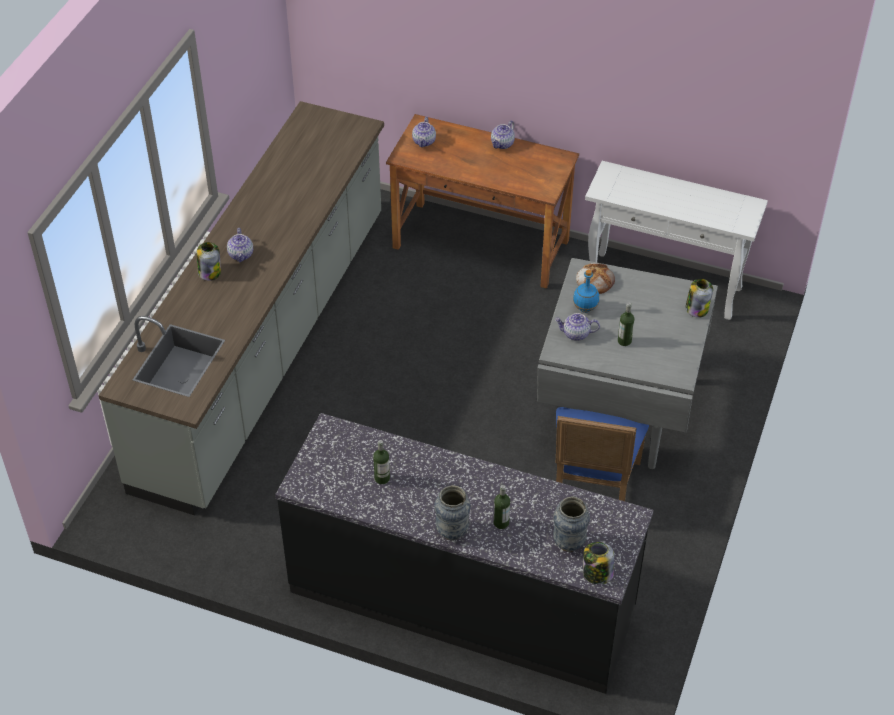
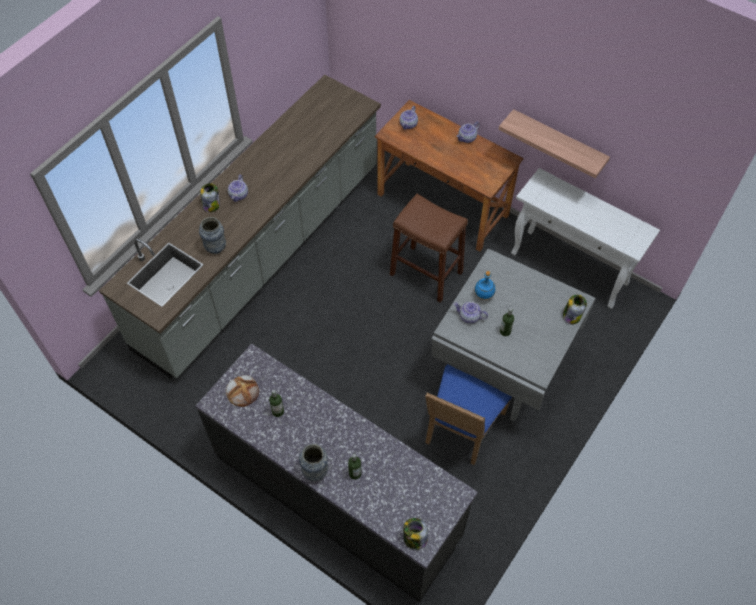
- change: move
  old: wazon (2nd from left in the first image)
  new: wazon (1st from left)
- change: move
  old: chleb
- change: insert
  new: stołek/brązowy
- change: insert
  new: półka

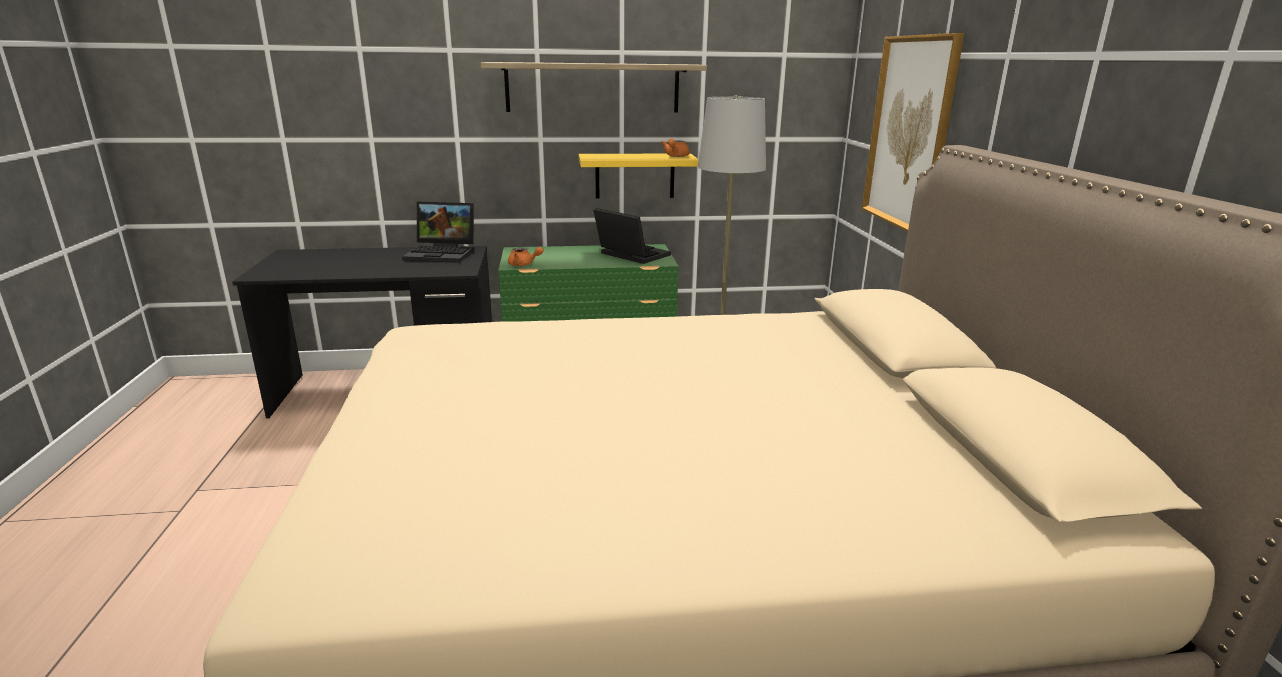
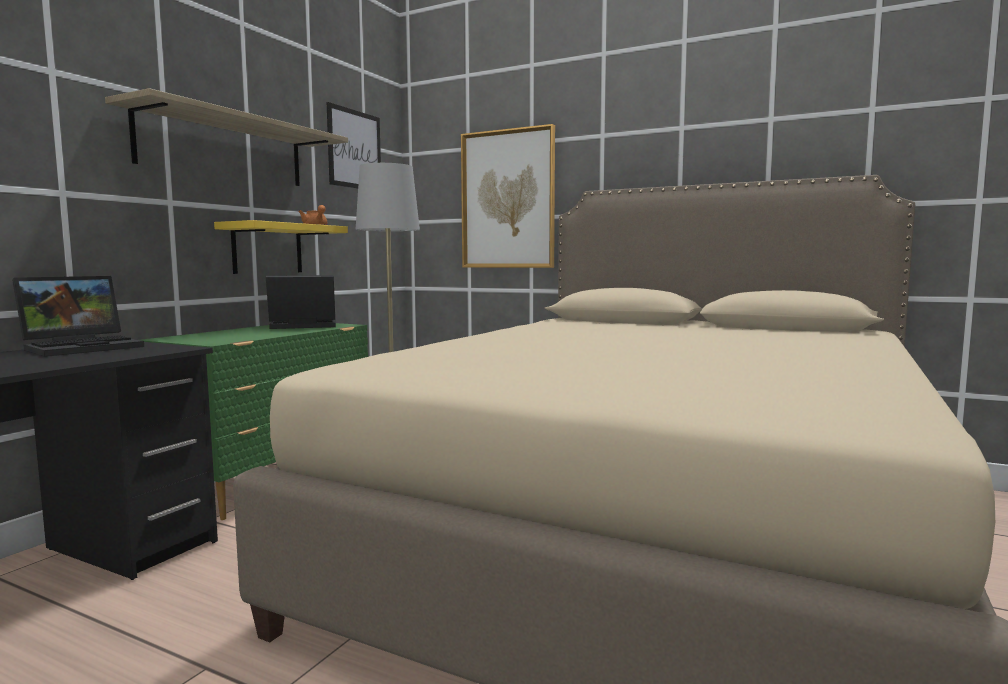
- change: insert
  new: obraz (1st from left)
- change: delete
  old: imbryk/pomarańczowy (1st from left)

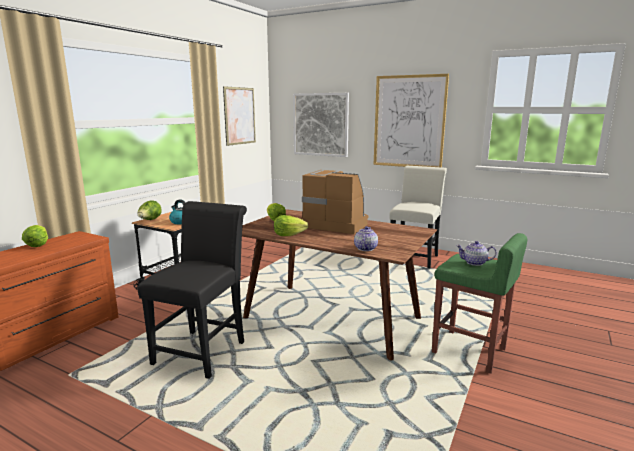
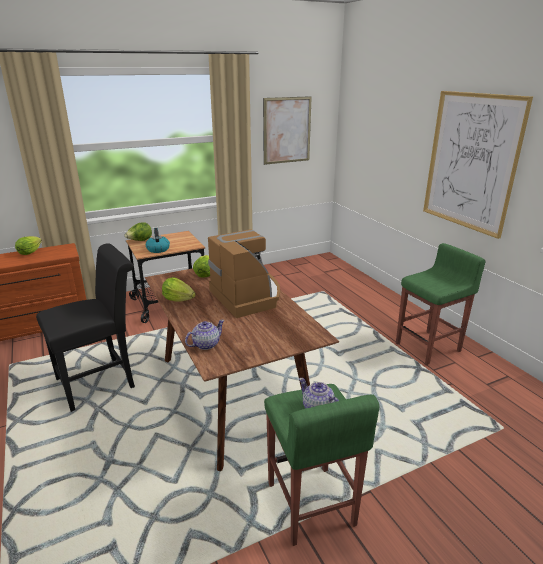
- change: replace
  old: krzesło/biały
  new: stołek/zielony (2nd from left)
- change: delete
  old: obraz (2nd from left)

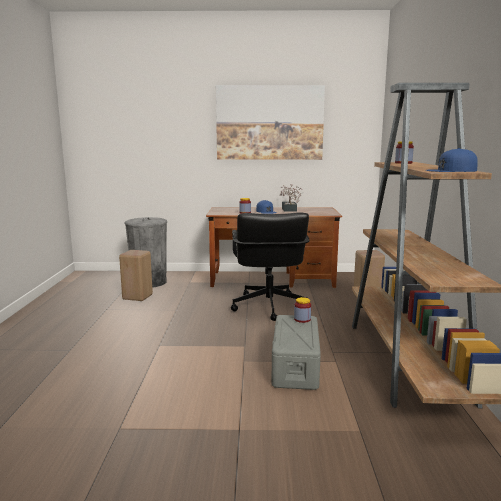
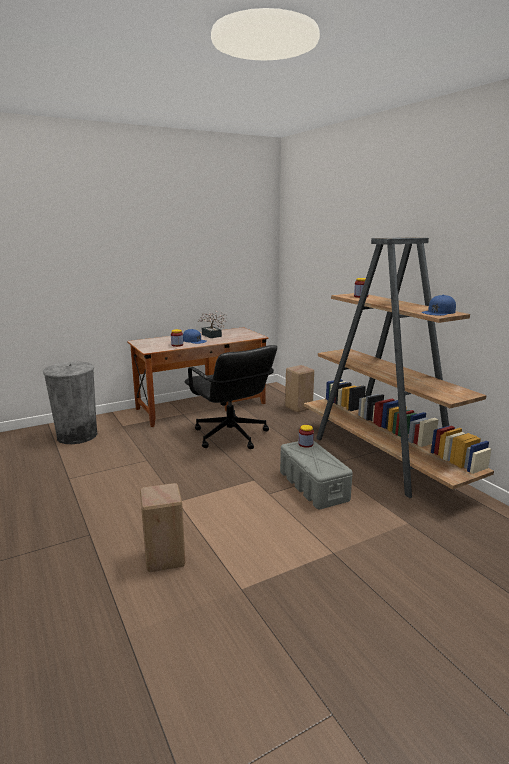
- change: move
  old: stołek/beżowy (1st from left)
- change: delete
  old: obraz

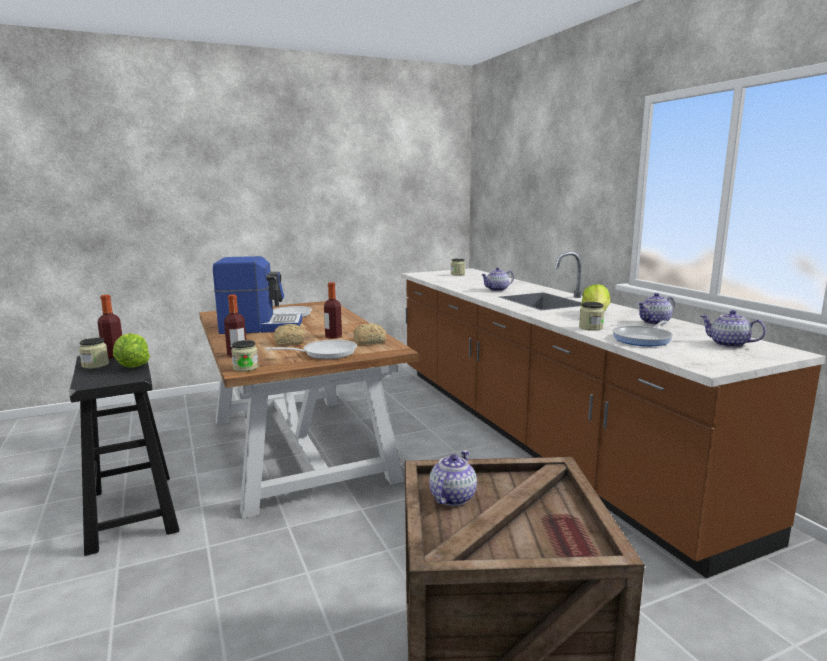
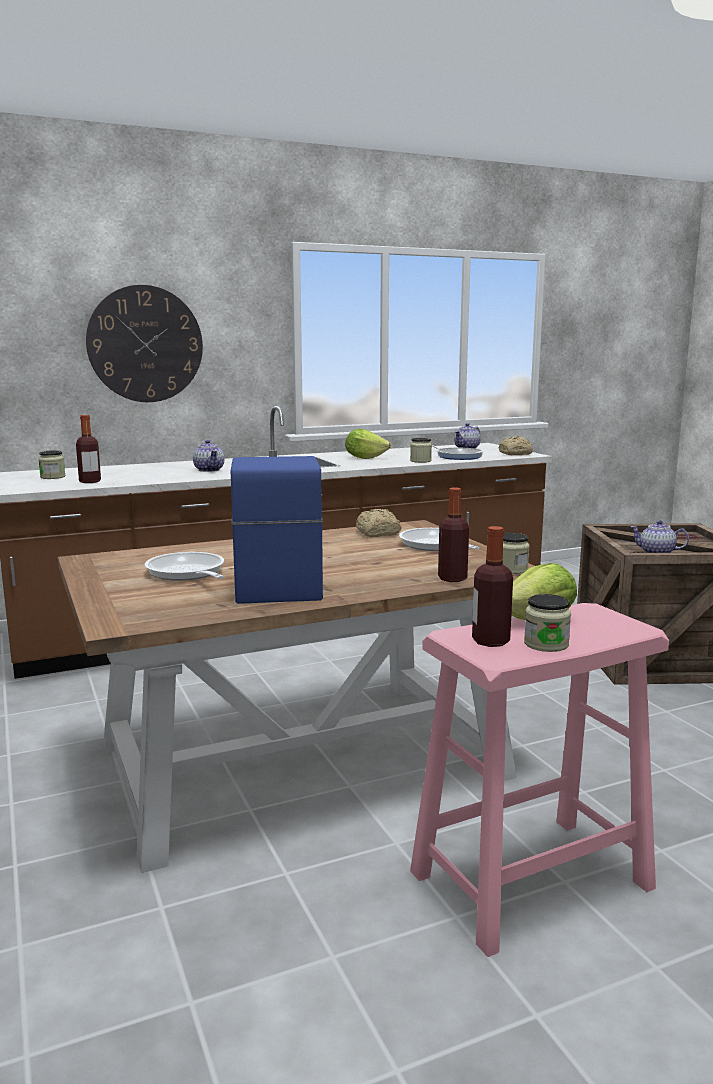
- change: move
  old: butelka (3rd from left in the first image)
  new: butelka (1st from left)
- change: insert
  new: zegar ścienny
- change: recolor
  old: stołek/czarny
  new: stołek/różowy
- change: move
  old: chleb (1st from left in the first image)
  new: chleb (2nd from left)
- change: delete
  old: imbryk (3rd from left)

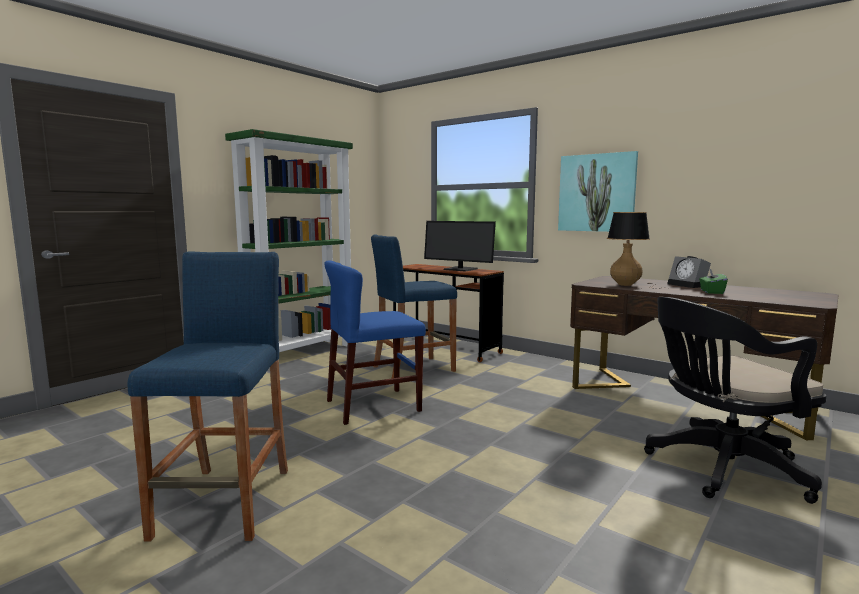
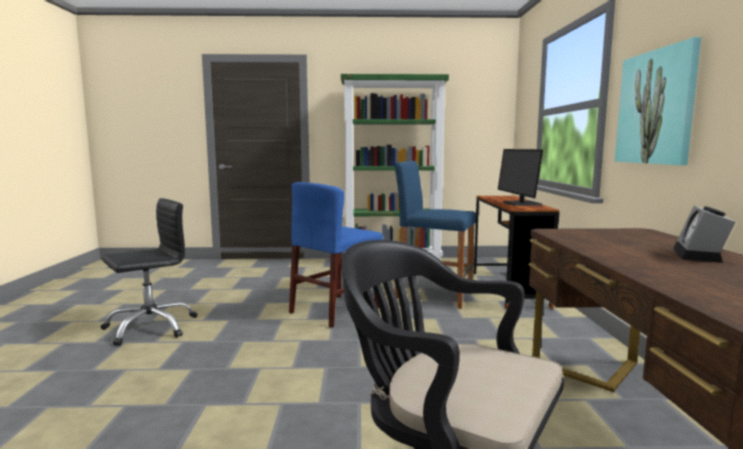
- change: replace
  old: stołek/niebieski (1st from left)
  new: krzesło biurowe/czarny (1st from left)
- change: rotate
  old: krzesło/niebieski
  degrees: -75
- change: delete
  old: lampa stołowa
- change: delete
  old: pudełko chusteczek/zielony

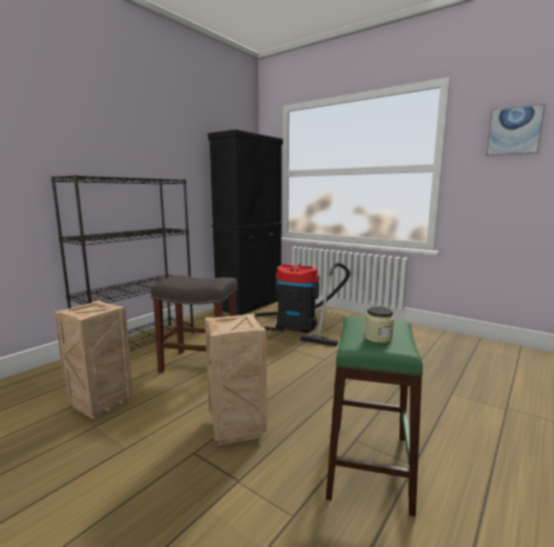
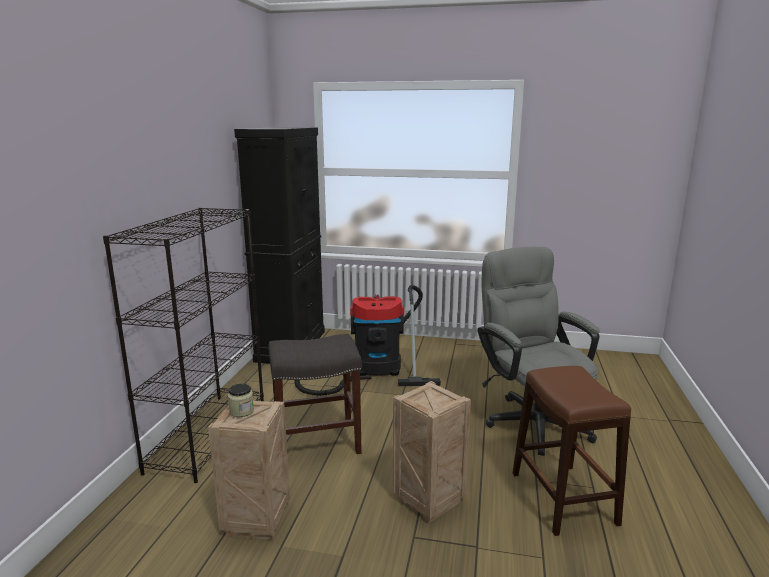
- change: move
  old: słoik
- change: insert
  new: krzesło biurowe/szary
- change: recolor
  old: stołek/zielony
  new: stołek/brązowy
- change: delete
  old: obraz

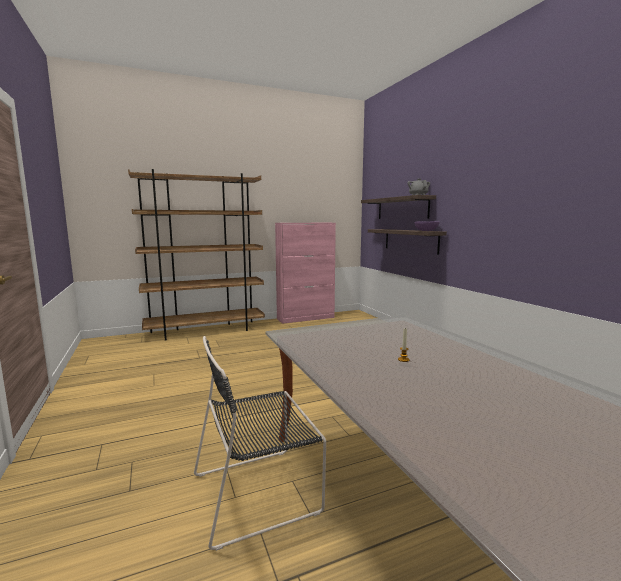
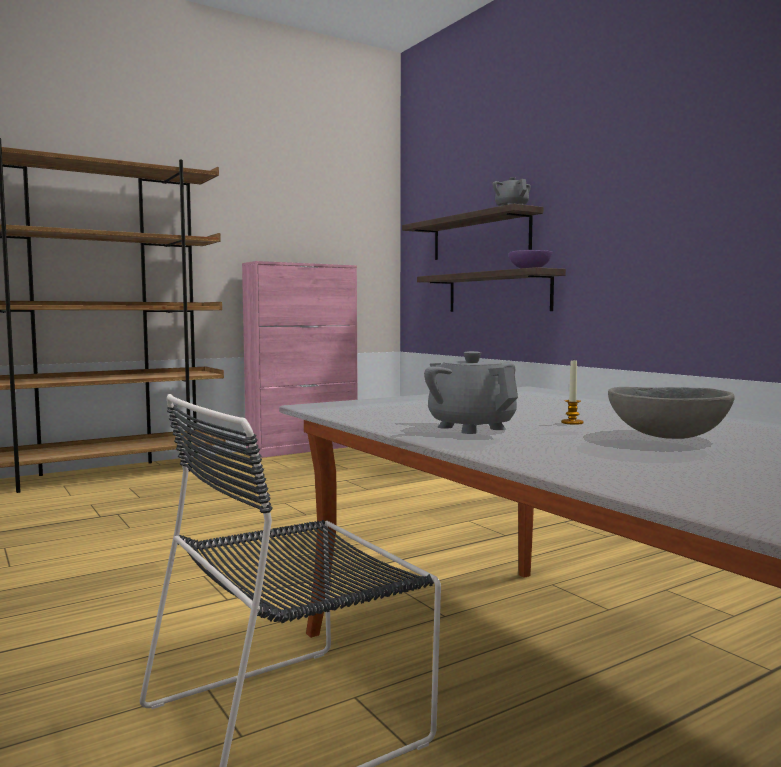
- change: insert
  new: imbryk/szary (1st from left)
- change: insert
  new: miska/szary

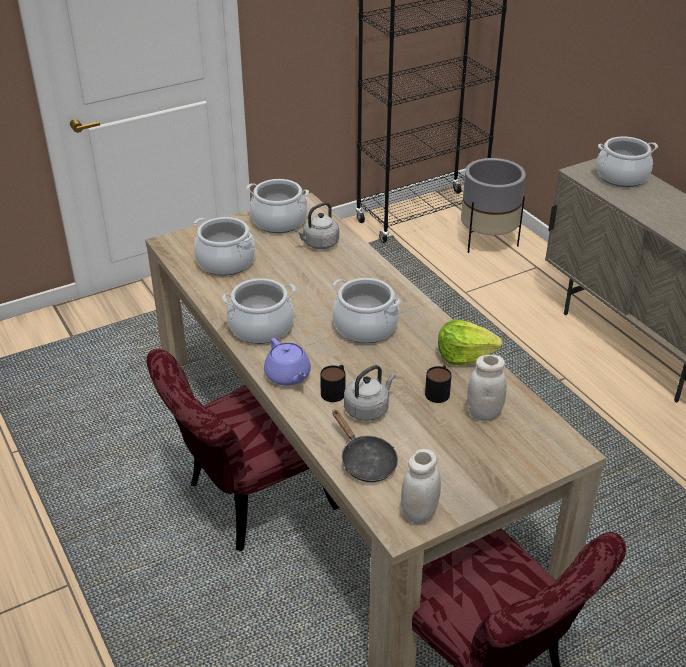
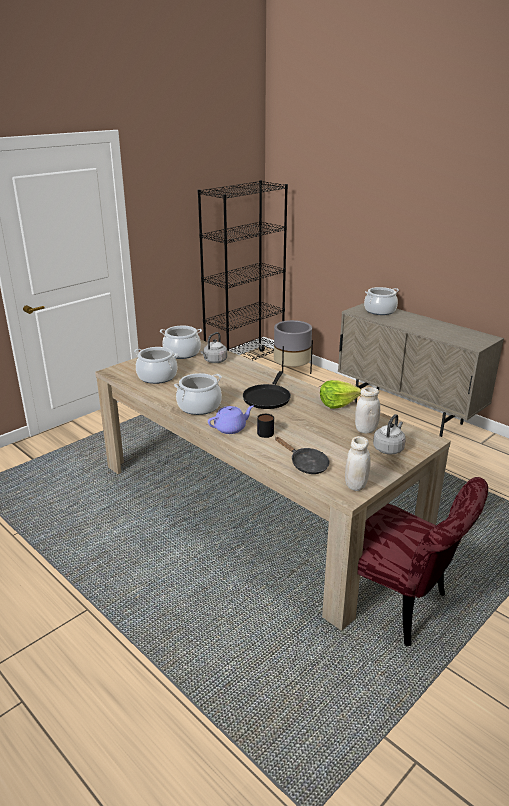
- change: rotate
  old: imbryk/fioletowy
  degrees: -75
- change: replace
  old: garnek (4th from left)
  new: patelnia/czarny (1st from left)
- change: move
  old: czajnik/szary (2nd from left)
- change: delete
  old: krzesło/czerwony (1st from left)
- change: delete
  old: kubek (2nd from left)

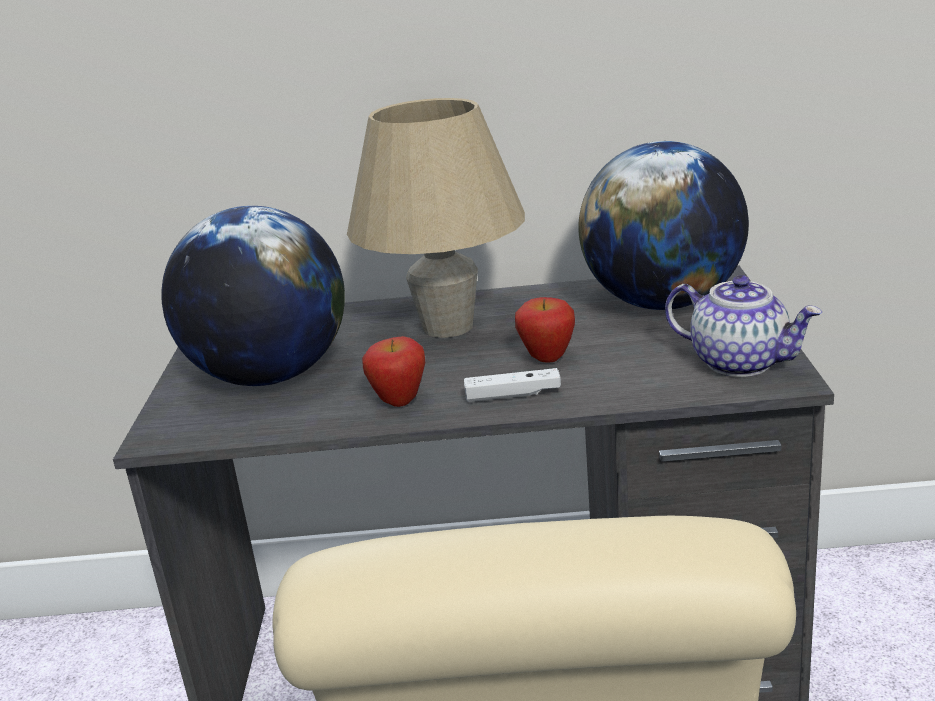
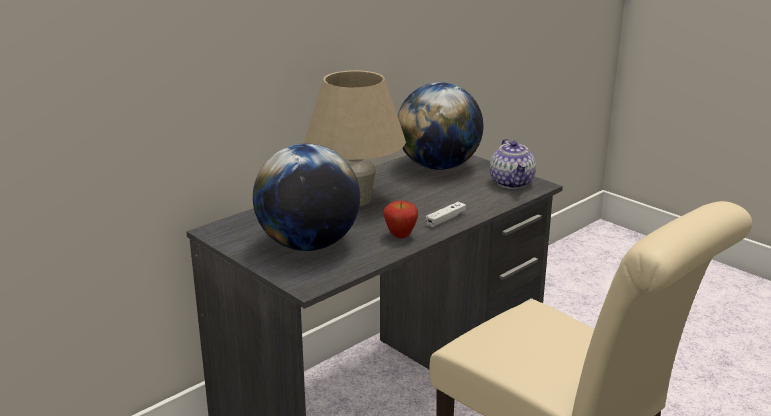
- change: rotate
  old: imbryk
  degrees: 90
- change: delete
  old: jabłko (2nd from left)

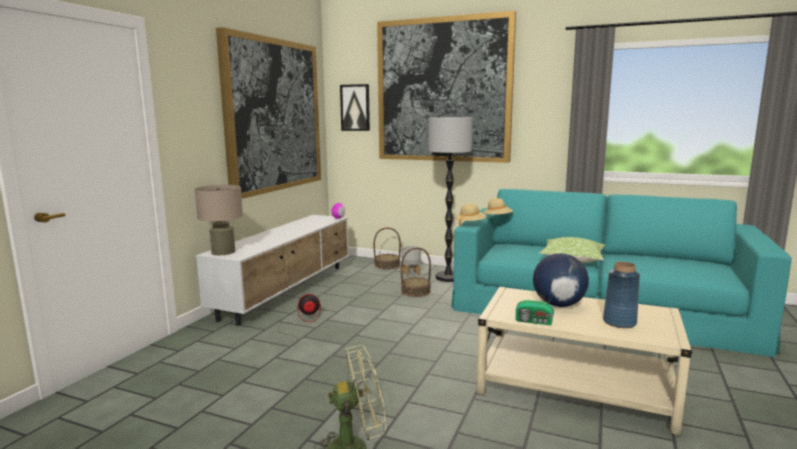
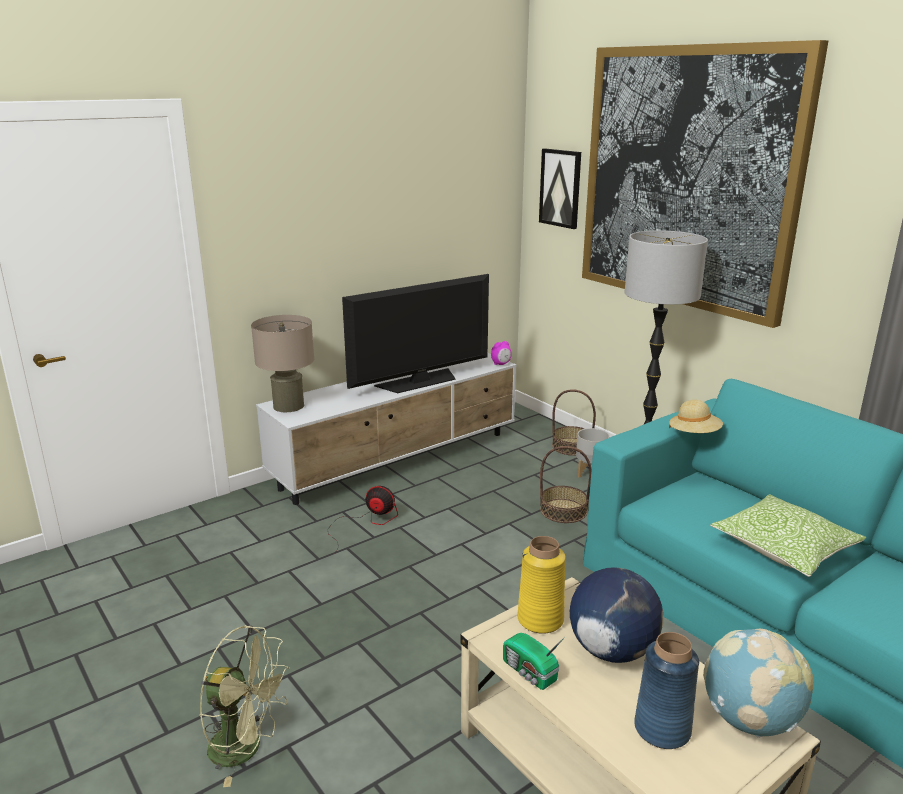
- change: insert
  new: telewizor
- change: insert
  new: wazon/żółty
- change: insert
  new: globus (2nd from left)
- change: delete
  old: obraz (1st from left)
- change: delete
  old: kapelusz/beżowy (1st from left)

